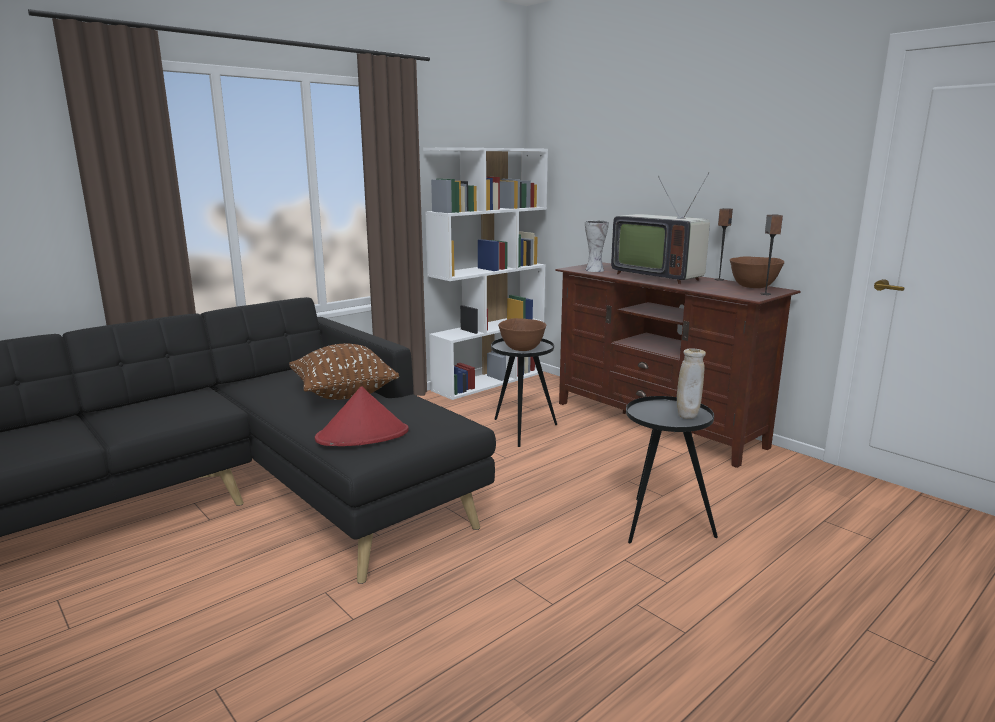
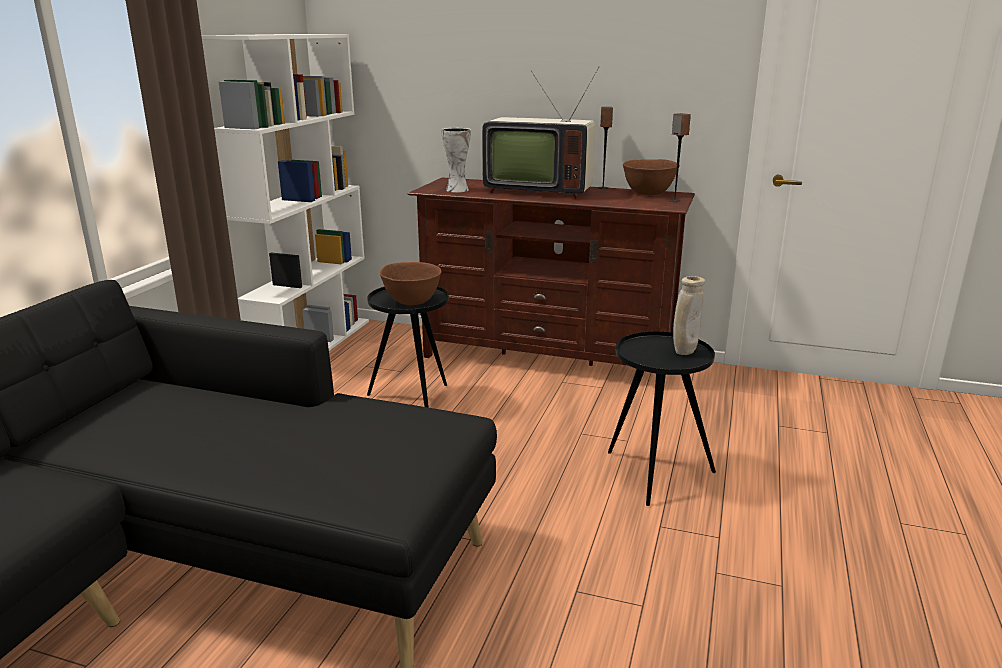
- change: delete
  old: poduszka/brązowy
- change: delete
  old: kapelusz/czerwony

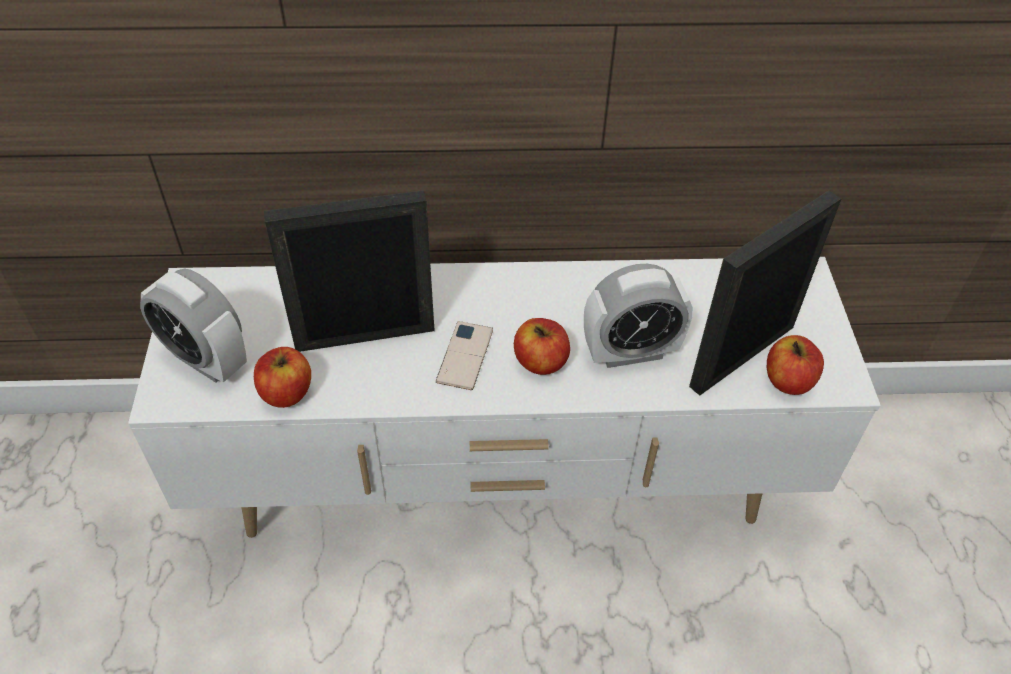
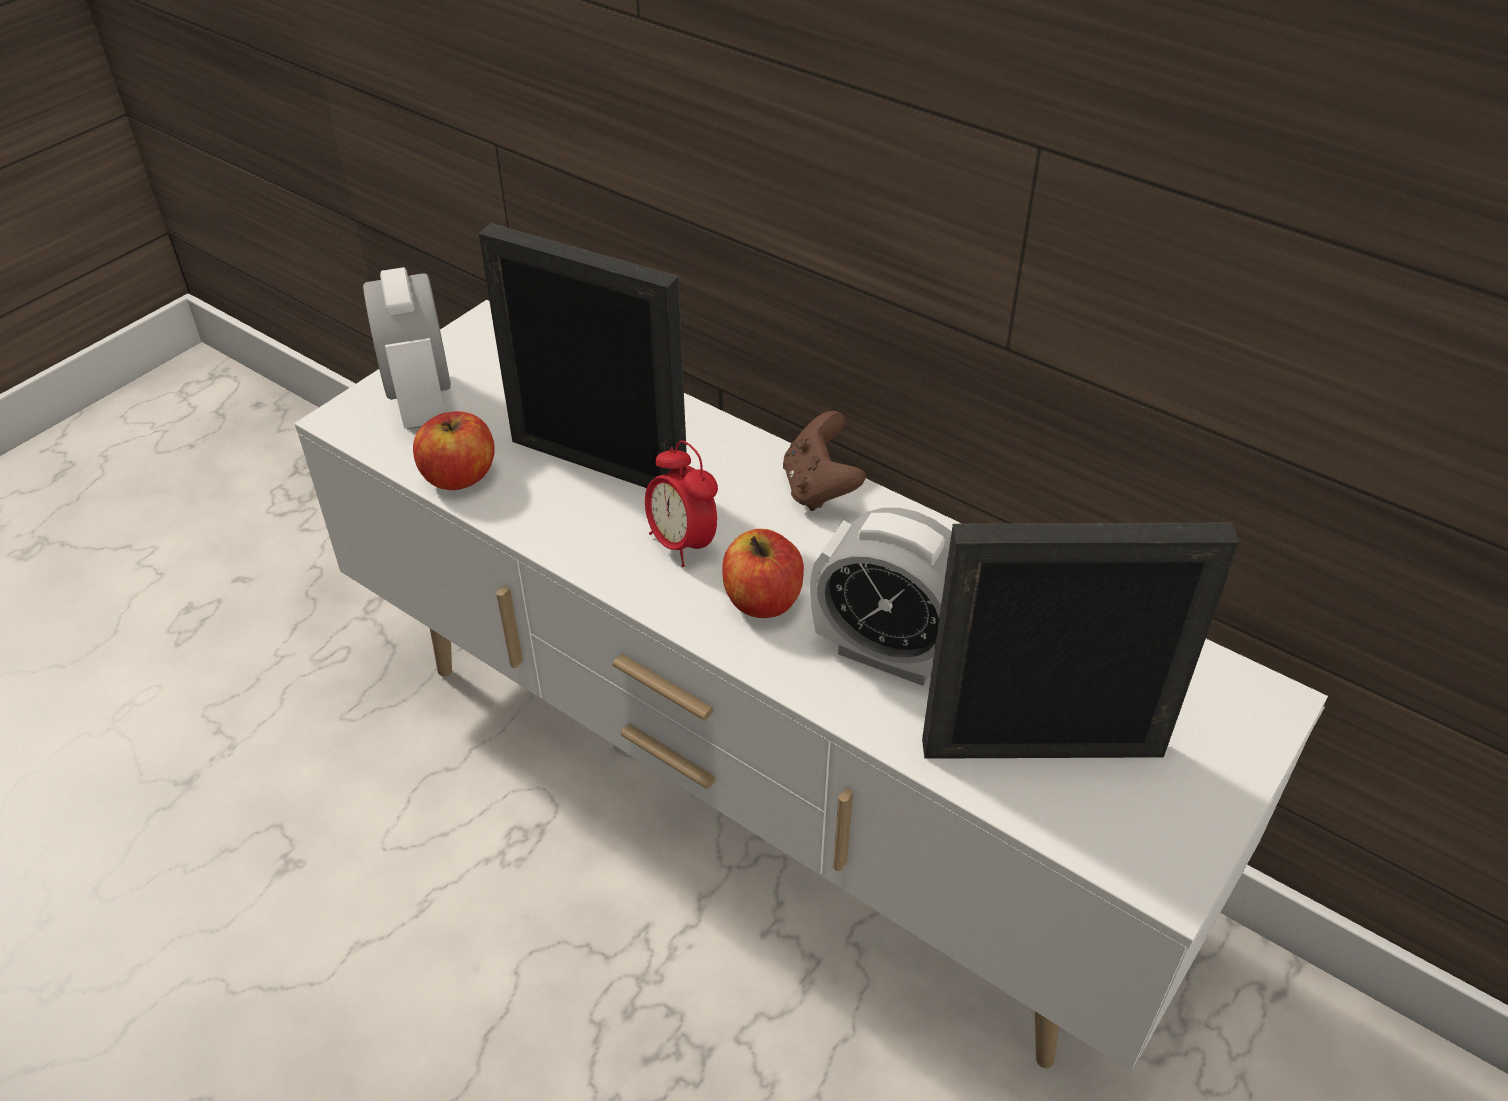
- change: replace
  old: telefon
  new: budzik (2nd from left)
- change: insert
  new: pad do gier/brązowy
- change: delete
  old: jabłko (3rd from left)

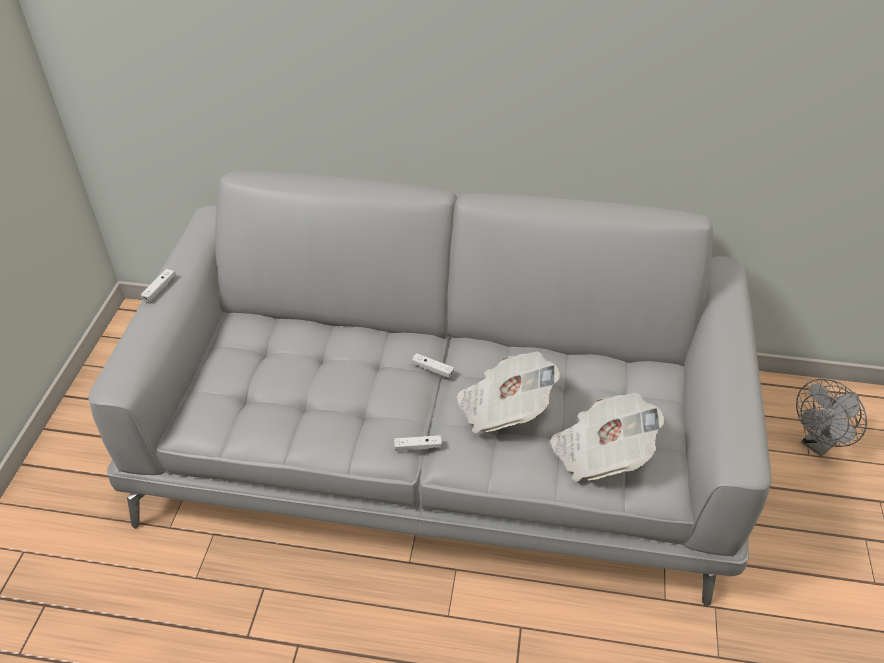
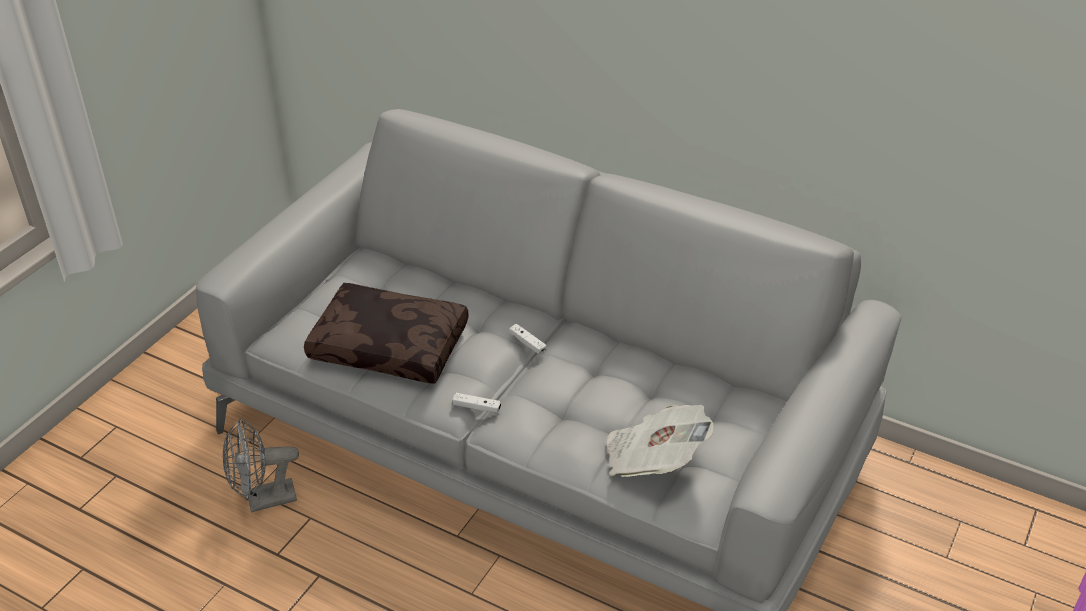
- change: move
  old: wentylator/szary
- change: insert
  new: poduszka/brązowy
- change: delete
  old: pad do gier/biały (1st from left)
- change: delete
  old: gazeta (1st from left)

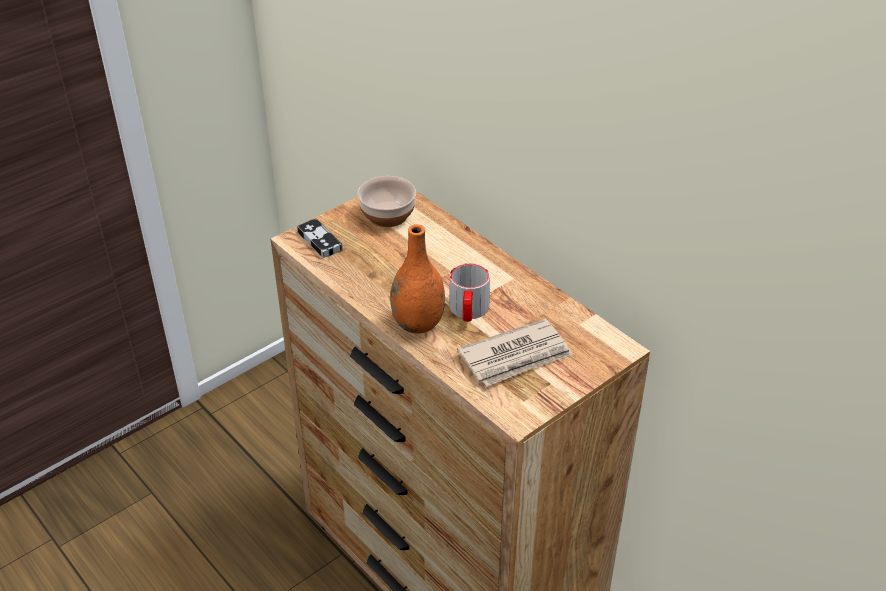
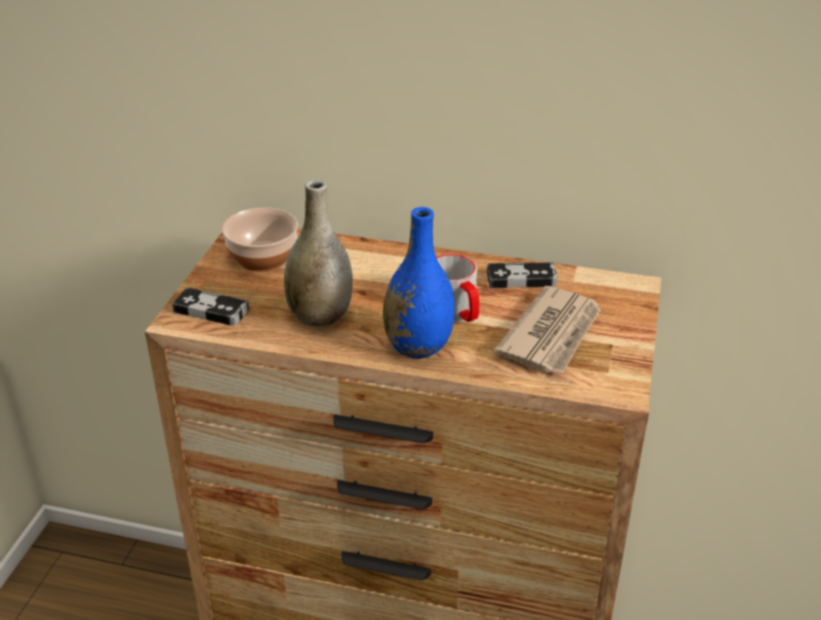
- change: insert
  new: wazon/szary
- change: recolor
  old: wazon/pomarańczowy
  new: wazon/niebieski
- change: insert
  new: pad do gier (2nd from left)

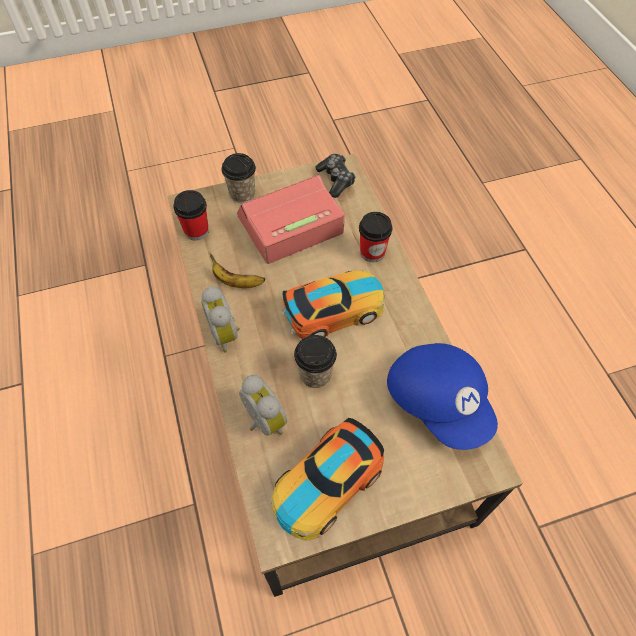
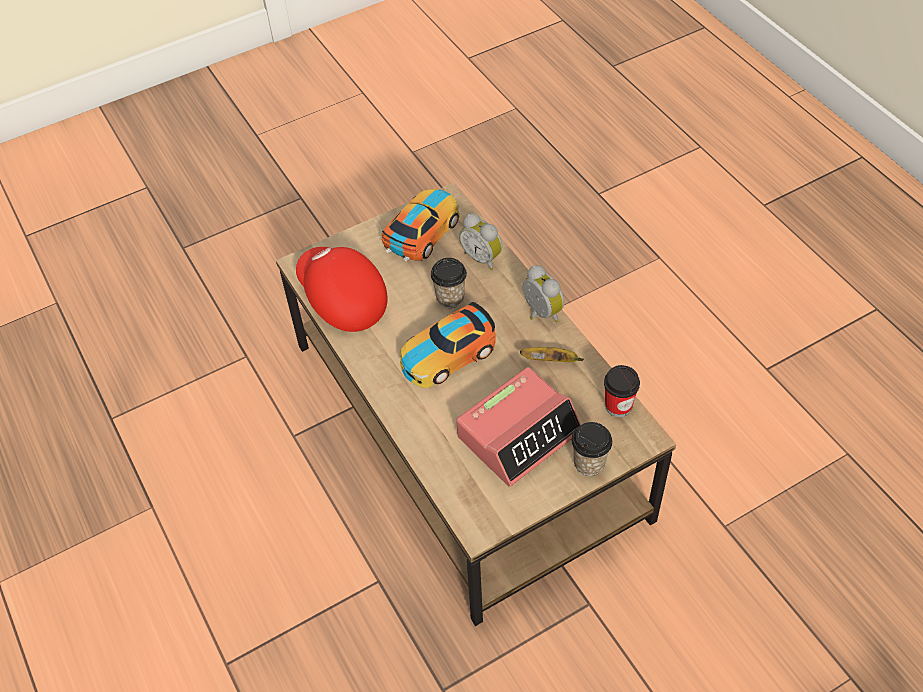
- change: recolor
  old: czapka z daszkiem/niebieski
  new: czapka z daszkiem/czerwony
- change: delete
  old: pad do gier
- change: delete
  old: filiżanka (4th from left)

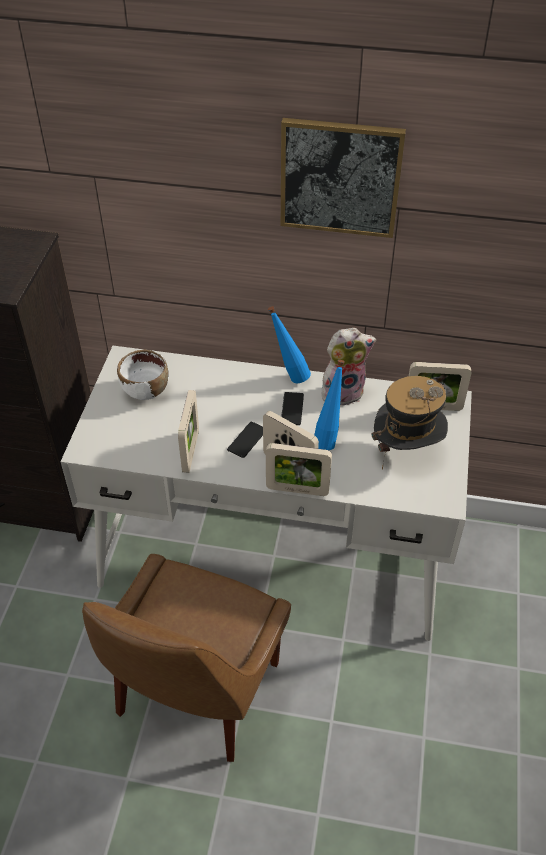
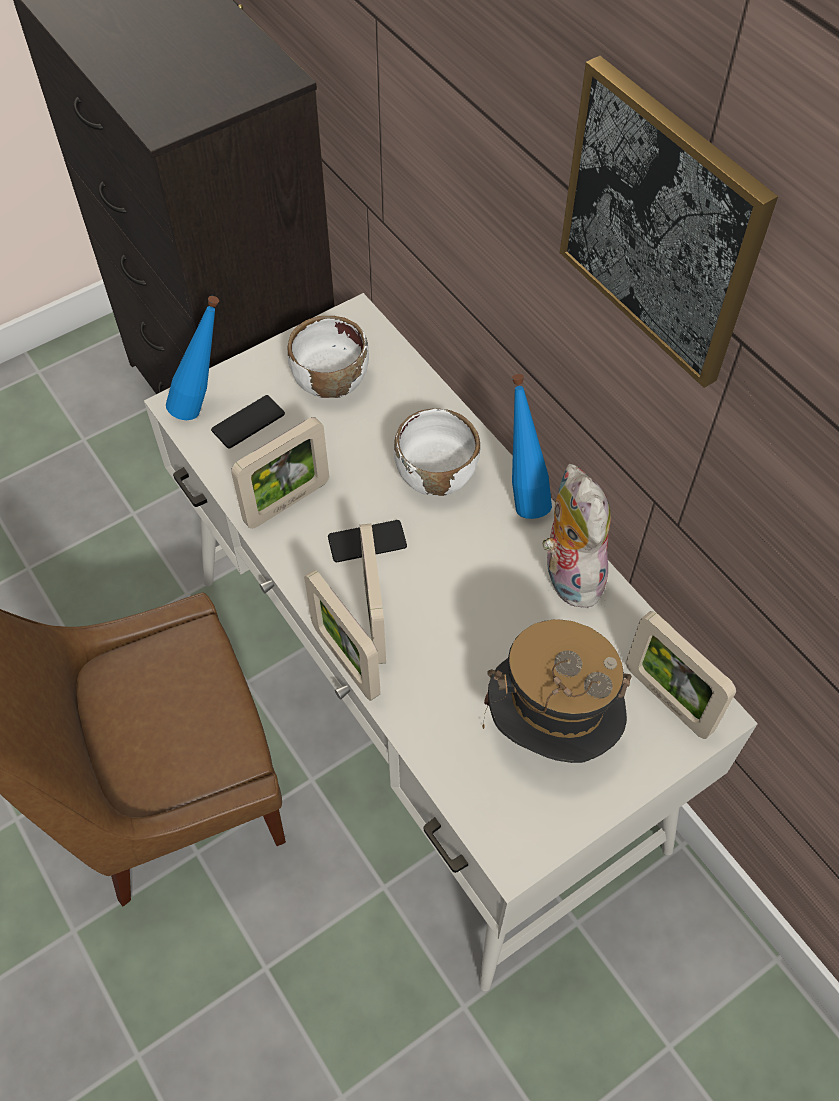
- change: move
  old: butelka/niebieski (2nd from left in the first image)
  new: butelka/niebieski (1st from left)
- change: move
  old: telefon (2nd from left in the first image)
  new: telefon (1st from left)
- change: insert
  new: miska/biały (2nd from left)
- change: rotate
  old: pluszak
  degrees: -135

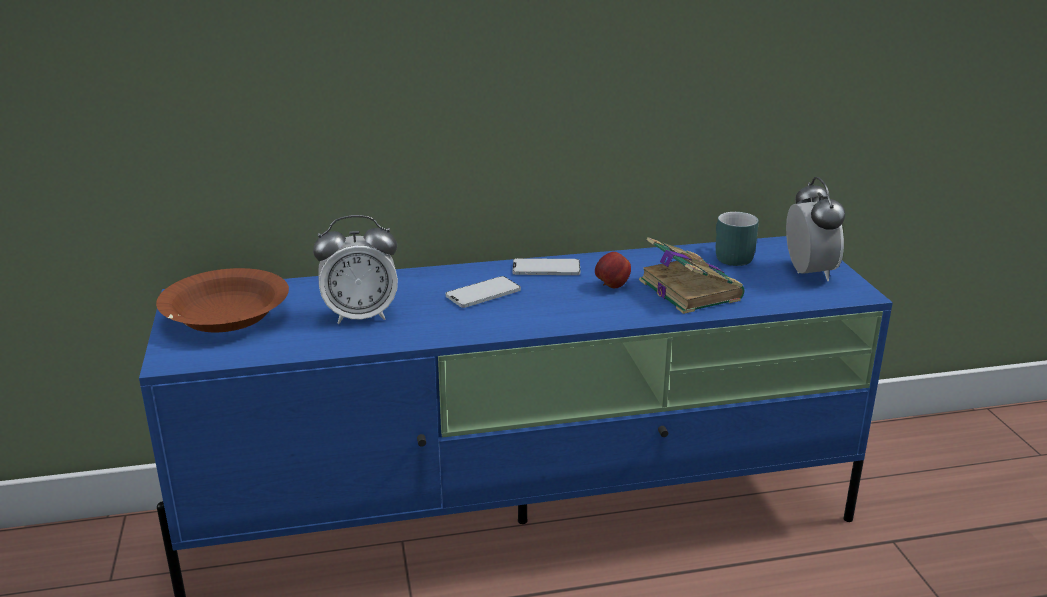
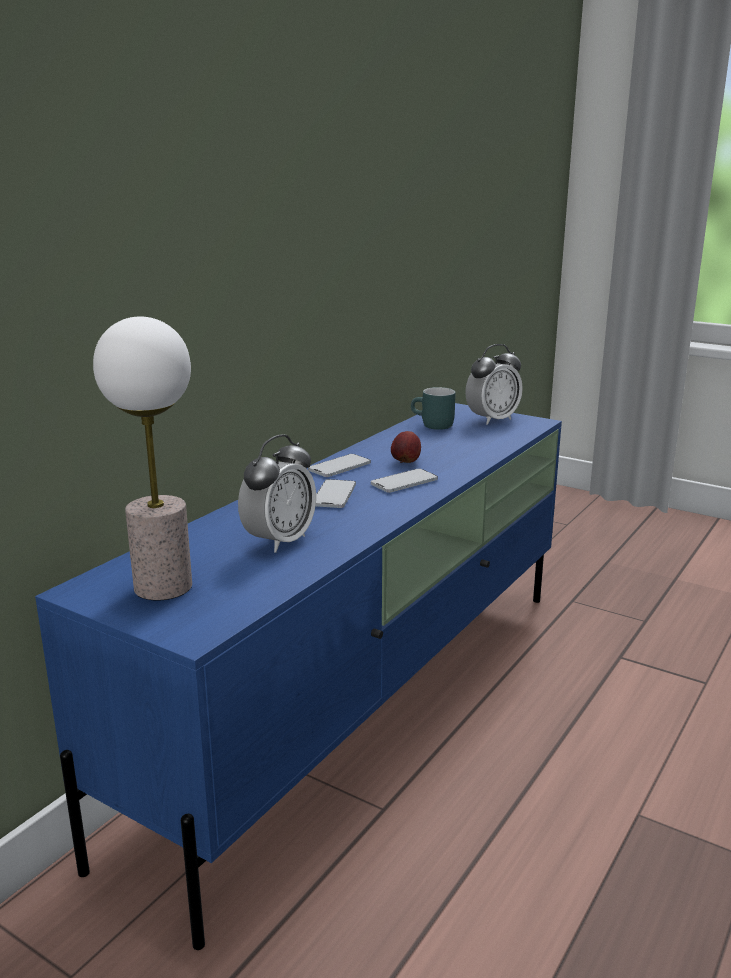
- change: replace
  old: miska/brązowy
  new: lampa stołowa
- change: insert
  new: telefon (3rd from left)
- change: rotate
  old: budzik (2nd from left)
  degrees: 105
- change: delete
  old: książka

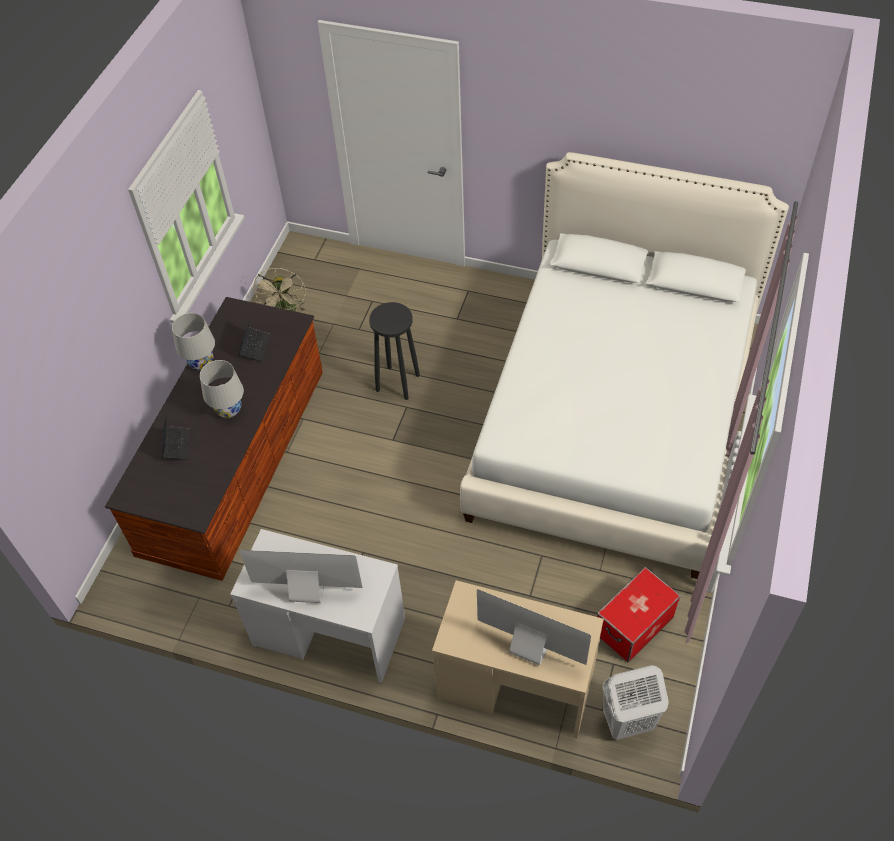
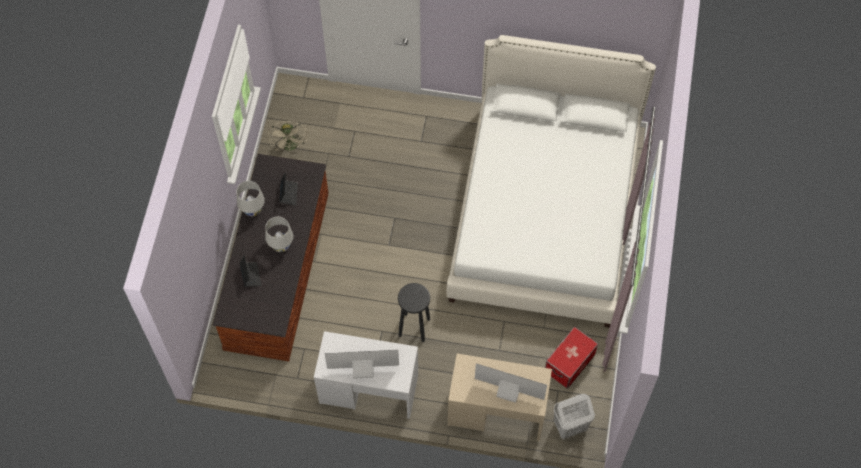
- change: move
  old: stołek/czarny

